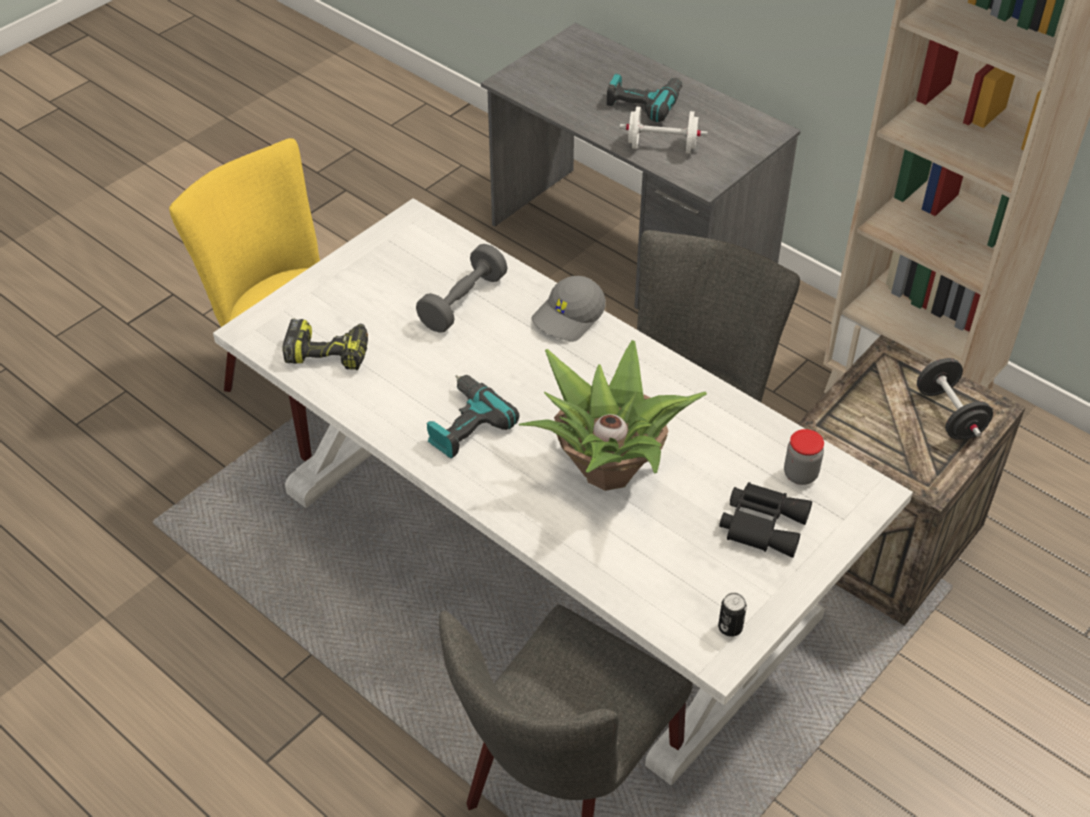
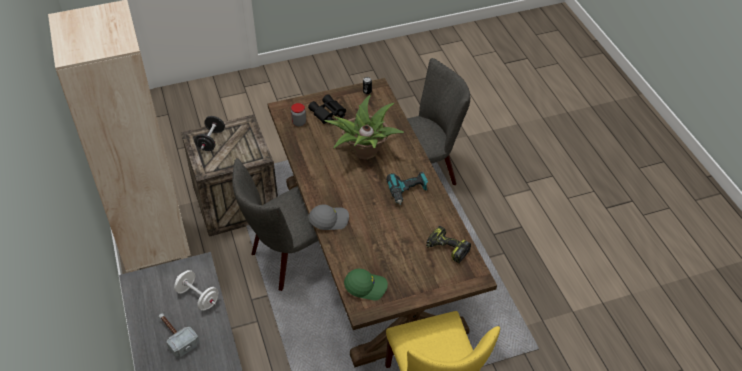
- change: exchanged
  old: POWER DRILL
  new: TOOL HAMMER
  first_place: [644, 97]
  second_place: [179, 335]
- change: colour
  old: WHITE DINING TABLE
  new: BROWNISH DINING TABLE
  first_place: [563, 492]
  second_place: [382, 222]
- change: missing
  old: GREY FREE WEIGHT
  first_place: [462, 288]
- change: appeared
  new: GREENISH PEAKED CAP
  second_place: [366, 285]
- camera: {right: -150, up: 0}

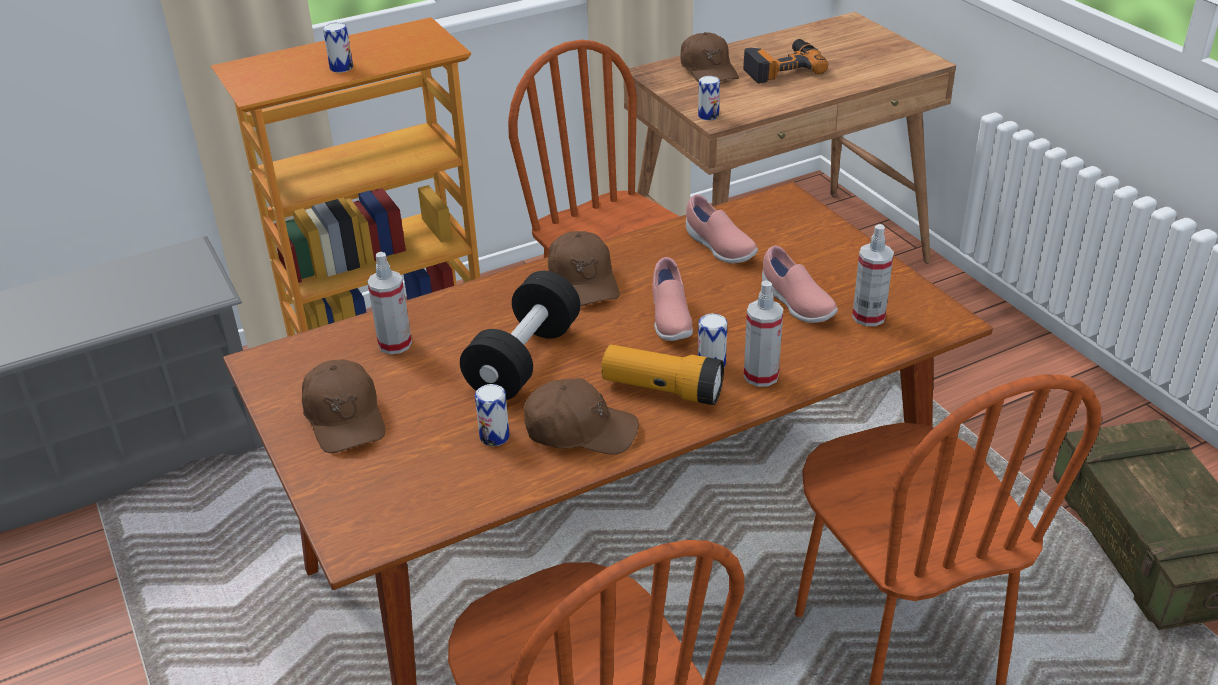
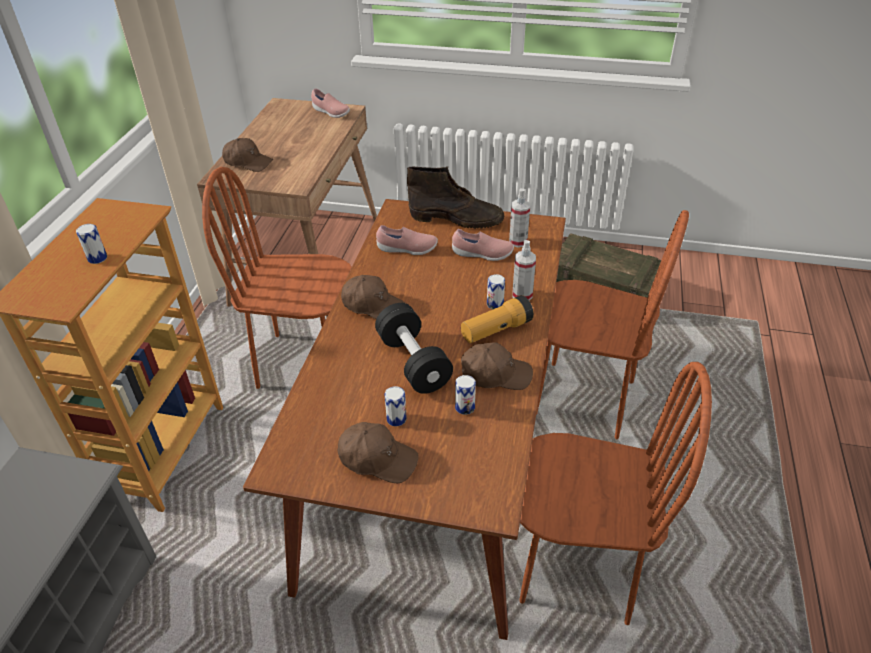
- change: missing
  old: POWER DRILL
  first_place: [785, 61]
- change: relocated
  old: SEALED CAN
  first_place: [709, 98]
  second_place: [395, 406]
- change: missing
  old: HAND SPRAYER
  first_place: [389, 303]
- change: relocated
  old: PINK-COLOURED SHOE
  first_place: [673, 299]
  second_place: [330, 103]
- change: spun
  old: BROWNISH PEAKED CAP
  first_place: [581, 416]
  second_place: [497, 366]
  degrees: 45
- change: appeared
  new: BROWNISH TALL BOOT
  second_place: [455, 197]
- camera: {right: -50, up: 5}

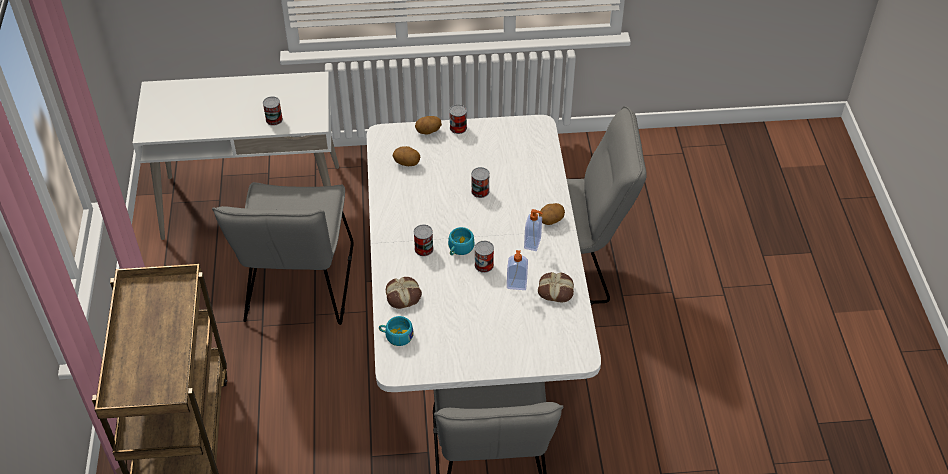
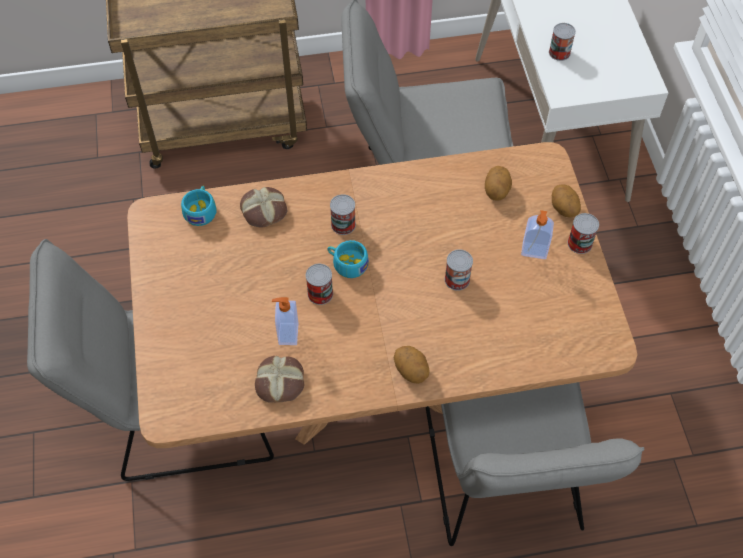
- change: colour
  old: WHITE DINING TABLE
  new: BROWNISH DINING TABLE
  first_place: [484, 253]
  second_place: [382, 295]
- change: relocated
  old: LIQUID SOAP BOTTLE
  first_place: [533, 230]
  second_place: [537, 234]
- camera: {right: 85, up: 10}

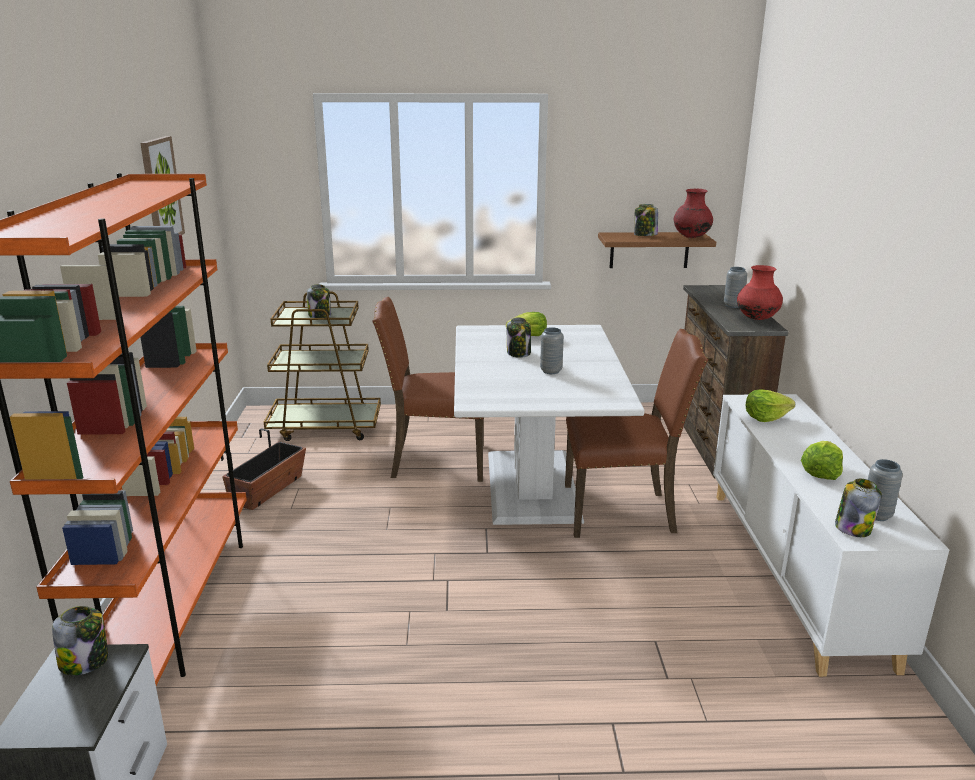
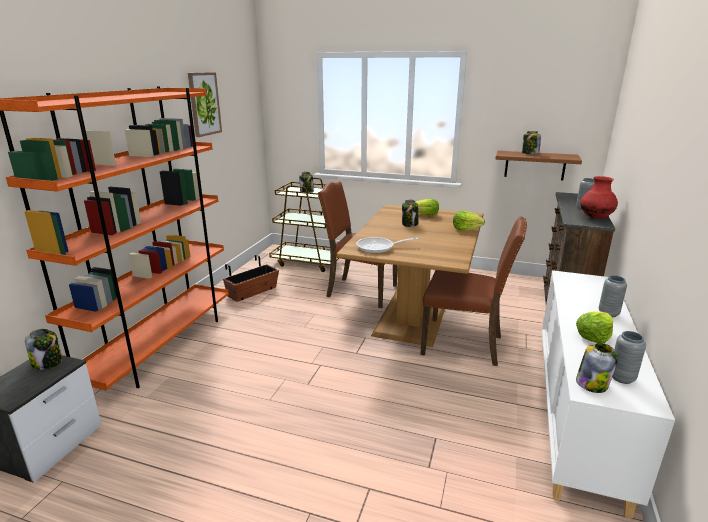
- change: missing
  old: REDDISH FLOWER VASE
  first_place: [693, 213]
- change: colour
  old: WHITE DINING TABLE
  new: BROWNISH DINING TABLE
  first_place: [549, 425]
  second_place: [410, 276]
- change: relocated
  old: GREY FLOWER VASE
  first_place: [552, 350]
  second_place: [613, 296]
- change: relocated
  old: LETTUCE
  first_place: [770, 405]
  second_place: [469, 221]
- change: appeared
  new: FRYING PAN
  second_place: [387, 245]
- camera: {right: 20, up: 0}

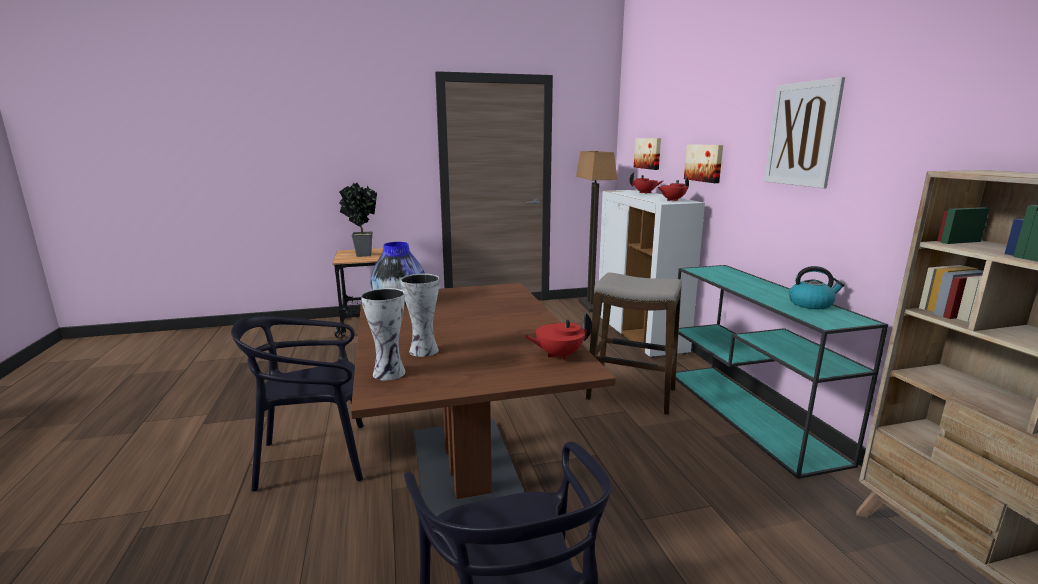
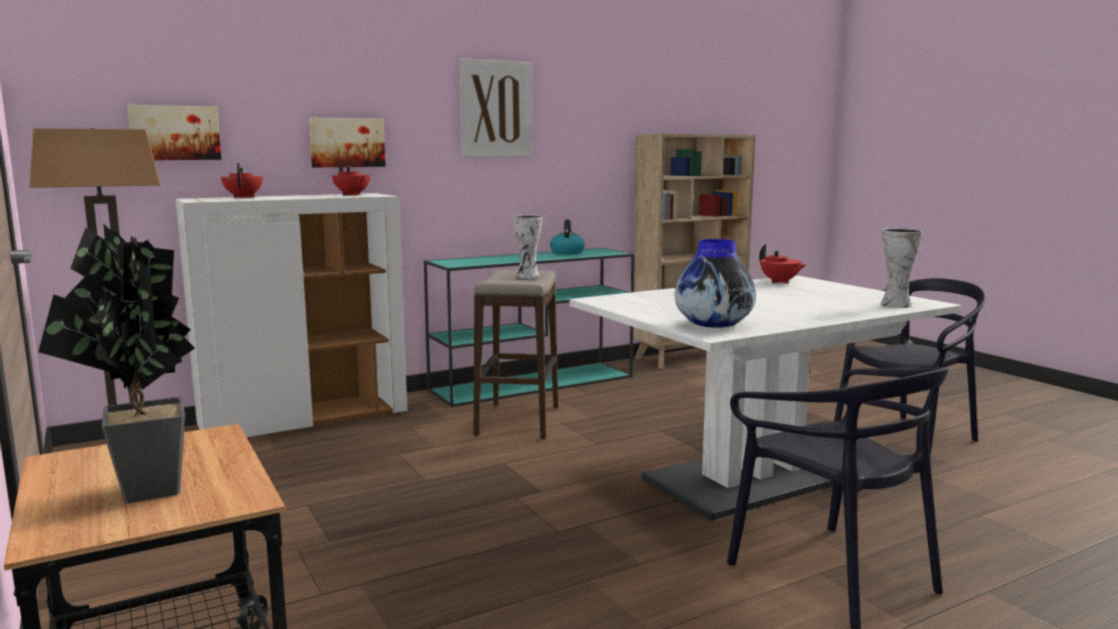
- change: relocated
  old: FLOWER VASE
  first_place: [419, 315]
  second_place: [528, 246]
- change: colour
  old: BROWNISH DINING TABLE
  new: WHITE DINING TABLE
  first_place: [483, 399]
  second_place: [765, 398]
- camera: {right: -105, up: -5}

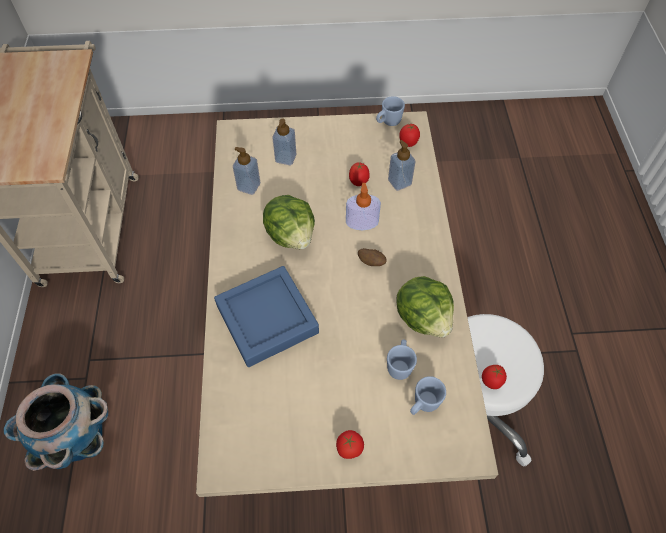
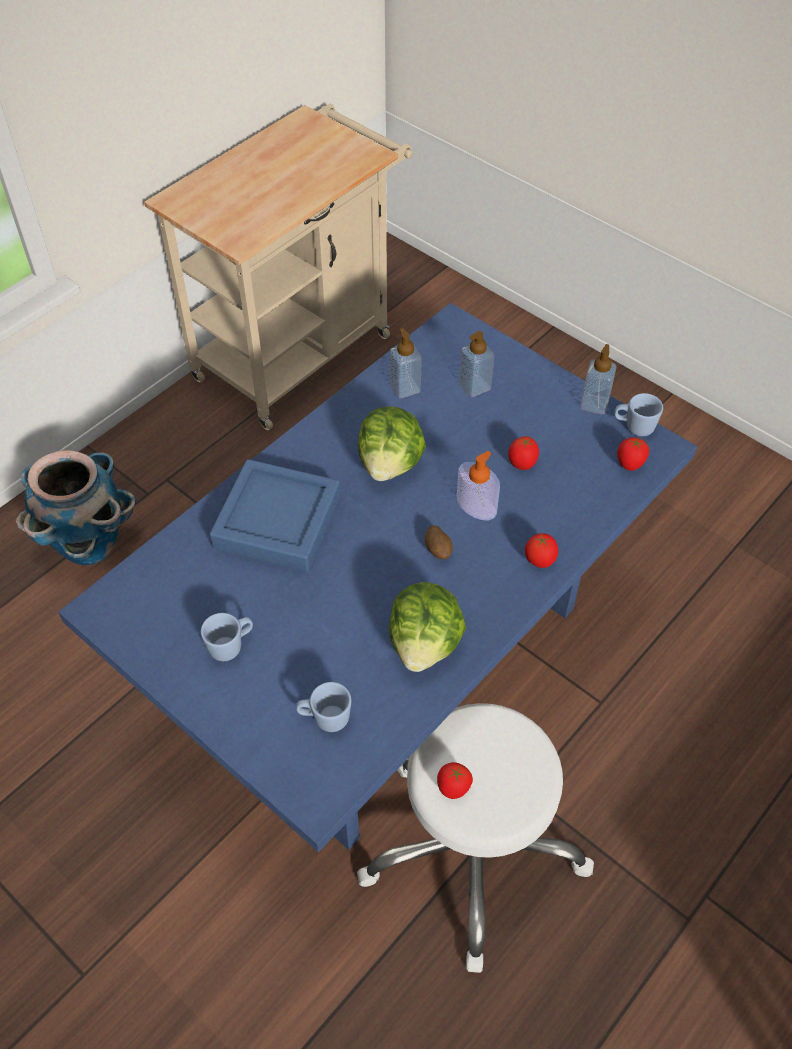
- change: colour
  old: SAND-COLOURED DINING TABLE
  new: BLUE-COLOURED DINING TABLE
  first_place: [347, 304]
  second_place: [377, 577]
- change: relocated
  old: LIQUID SOAP BOTTLE
  first_place: [401, 165]
  second_place: [598, 379]
- change: relocated
  old: BLUE-COLOURED COFFEE MUG
  first_place: [402, 360]
  second_place: [227, 637]
- change: relocated
  old: TOMATO
  first_place: [350, 444]
  second_place: [541, 550]
- camera: {right: 45, up: -5}

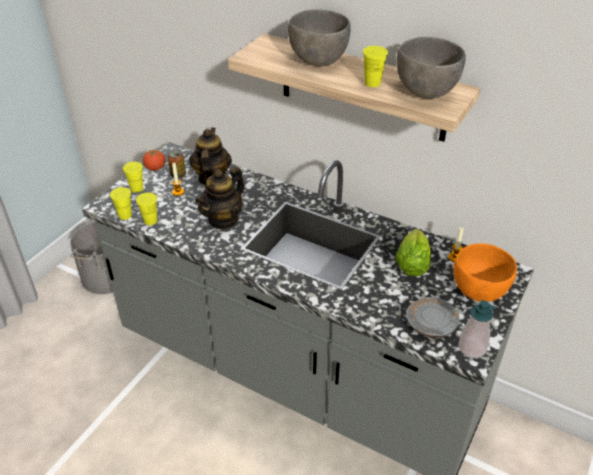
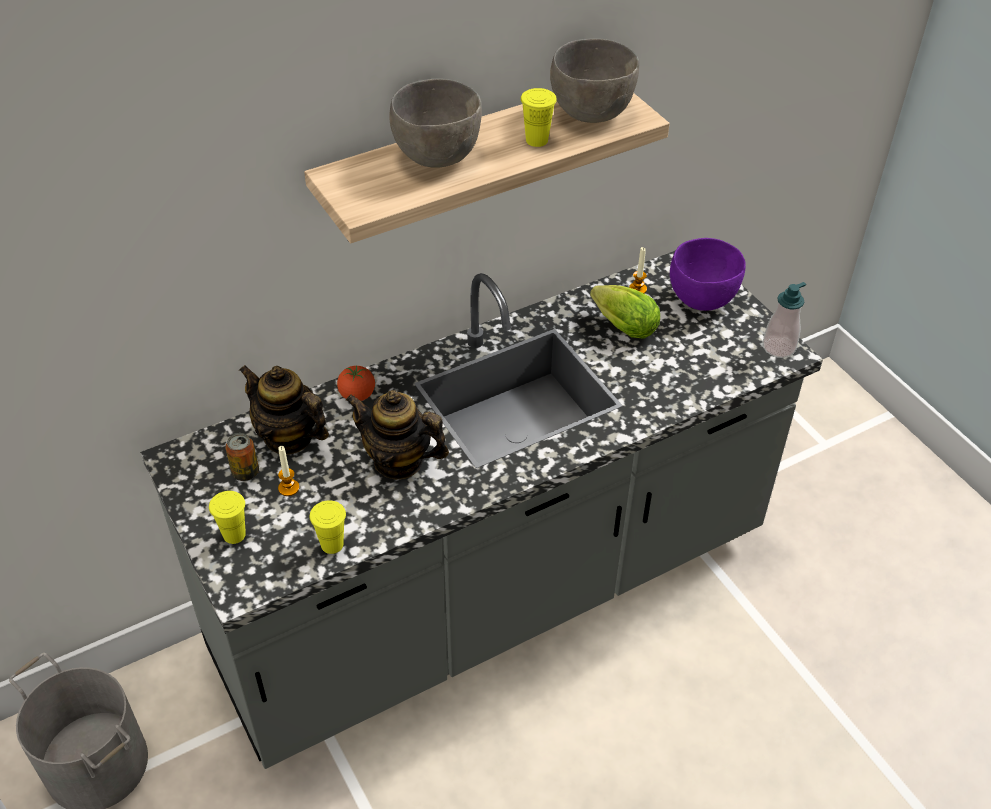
- change: relocated
  old: TOMATO
  first_place: [154, 160]
  second_place: [356, 383]
- change: spun
  old: TEAPOT
  first_place: [220, 198]
  second_place: [397, 435]
  degrees: 135
- change: missing
  old: YELLOWISH CUP
  first_place: [121, 203]
- change: colour
  old: ORANGEY DEEP DISH
  new: PURPLE-COLOURED DEEP DISH
  first_place: [485, 273]
  second_place: [708, 274]
- change: missing
  old: GREY DINNER PLATE
  first_place: [433, 317]
- camera: {right: -60, up: 5}

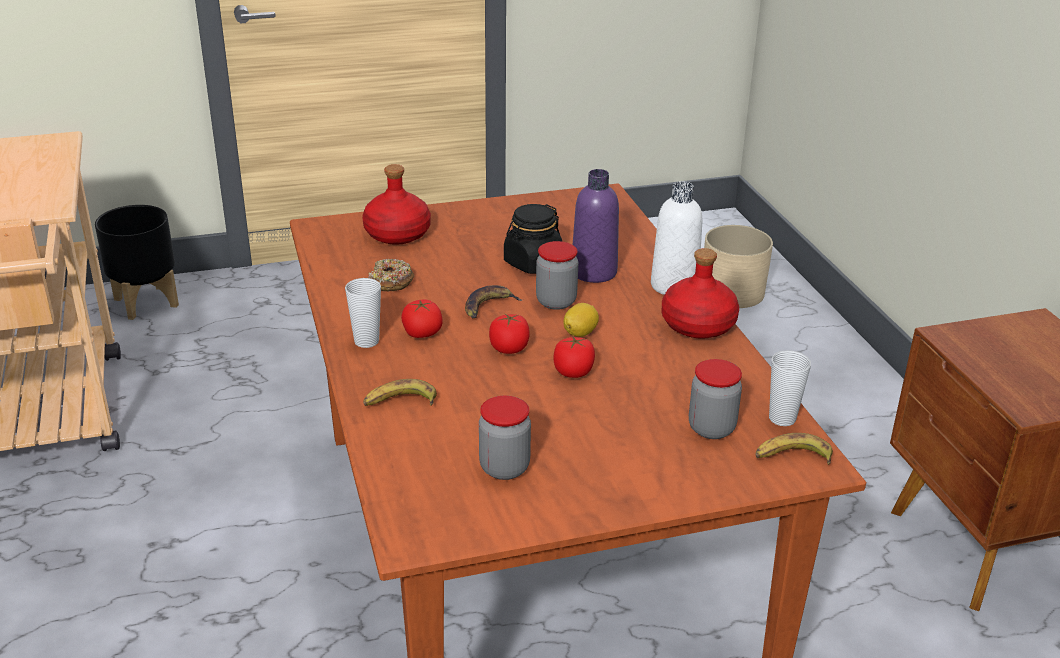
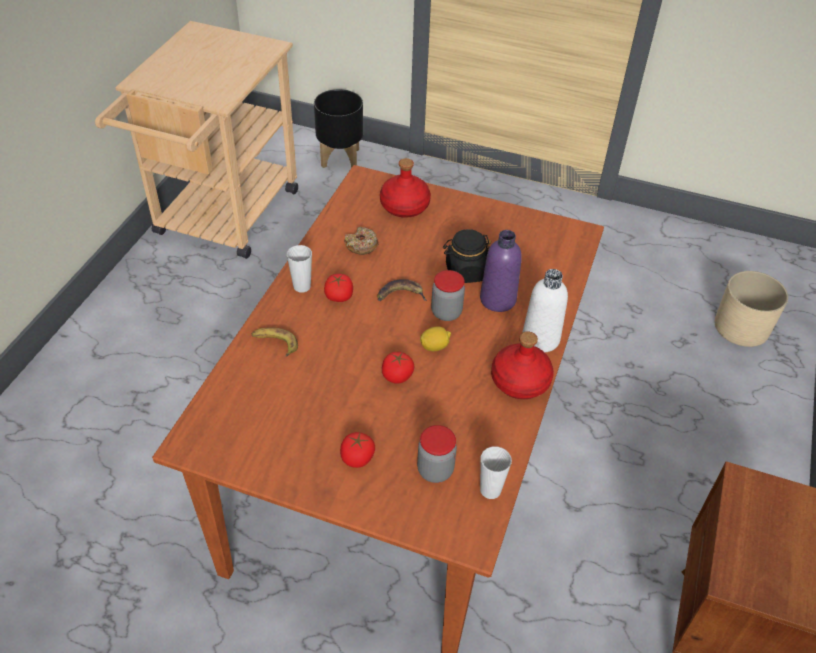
- change: relocated
  old: TOMATO
  first_place: [509, 333]
  second_place: [357, 450]
- change: missing
  old: STORAGE JAR
  first_place: [505, 438]
- change: missing
  old: BANANA FRUIT
  first_place: [794, 449]
- camera: {right: 35, up: 15}

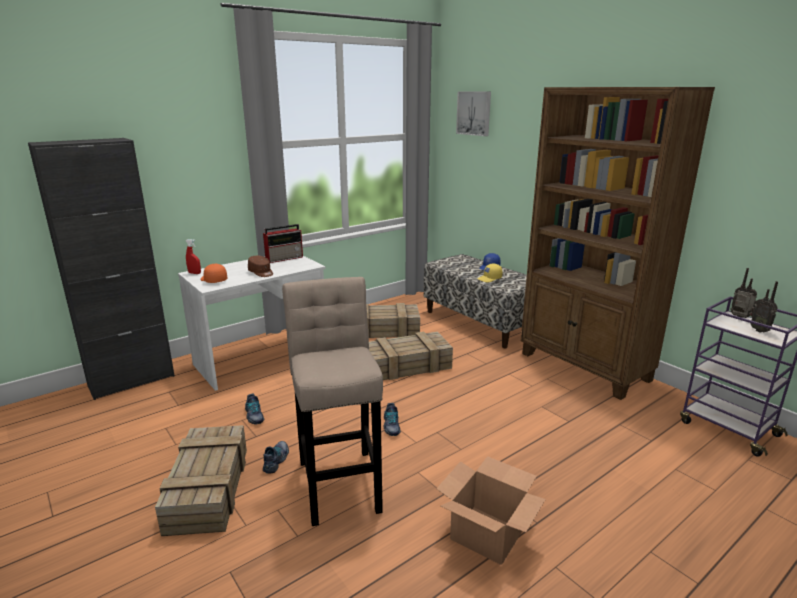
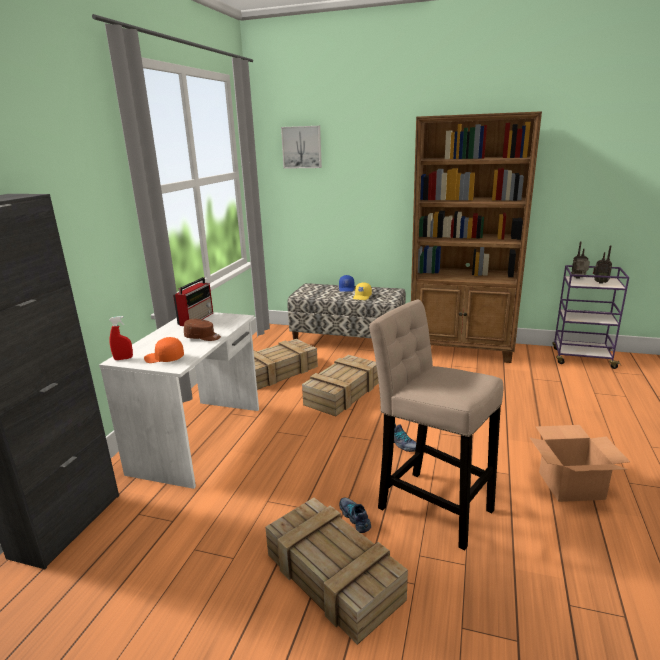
- change: missing
  old: SHOE
  first_place: [254, 409]
- camera: {right: -35, up: 0}

